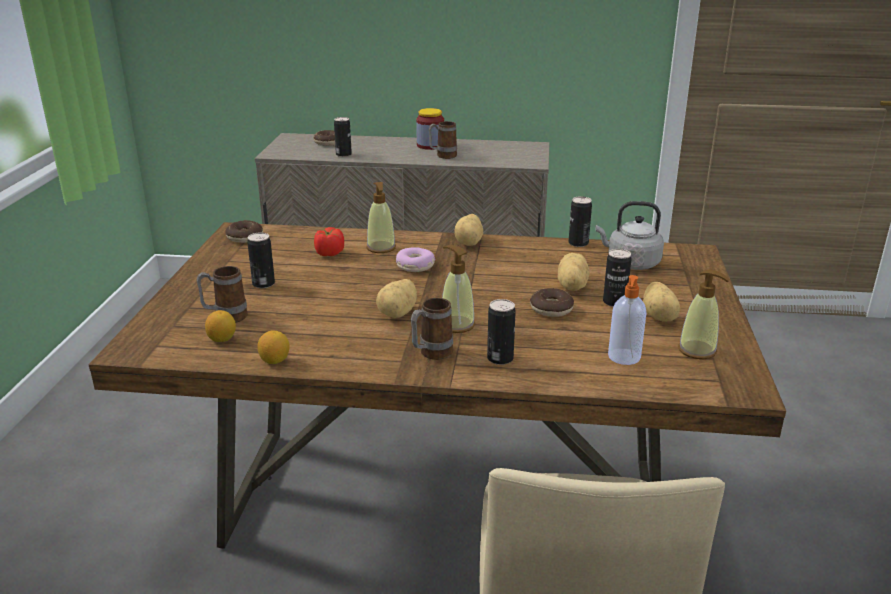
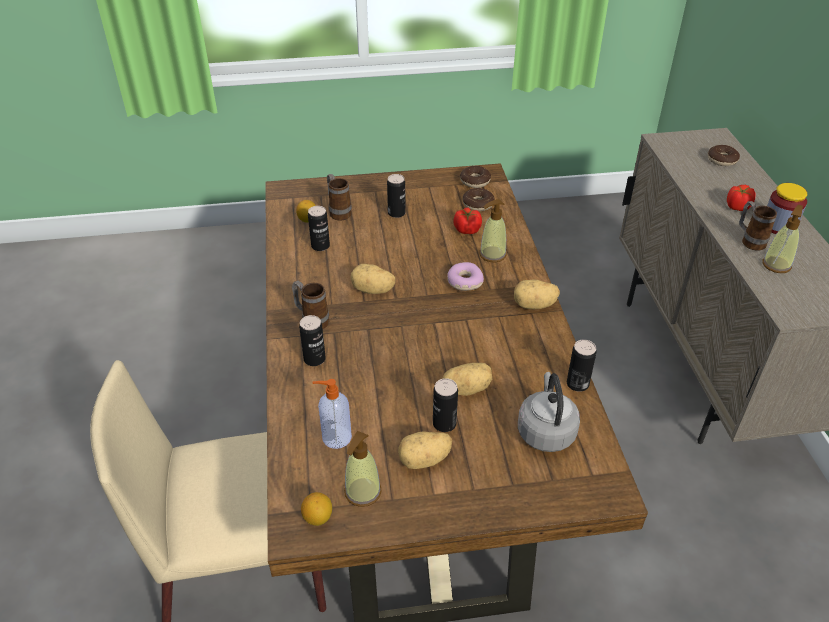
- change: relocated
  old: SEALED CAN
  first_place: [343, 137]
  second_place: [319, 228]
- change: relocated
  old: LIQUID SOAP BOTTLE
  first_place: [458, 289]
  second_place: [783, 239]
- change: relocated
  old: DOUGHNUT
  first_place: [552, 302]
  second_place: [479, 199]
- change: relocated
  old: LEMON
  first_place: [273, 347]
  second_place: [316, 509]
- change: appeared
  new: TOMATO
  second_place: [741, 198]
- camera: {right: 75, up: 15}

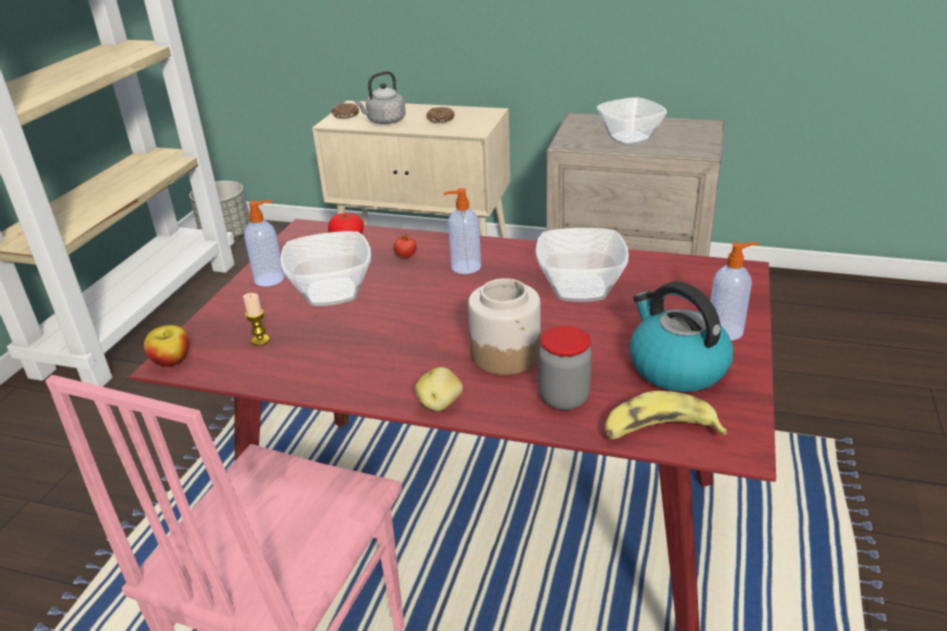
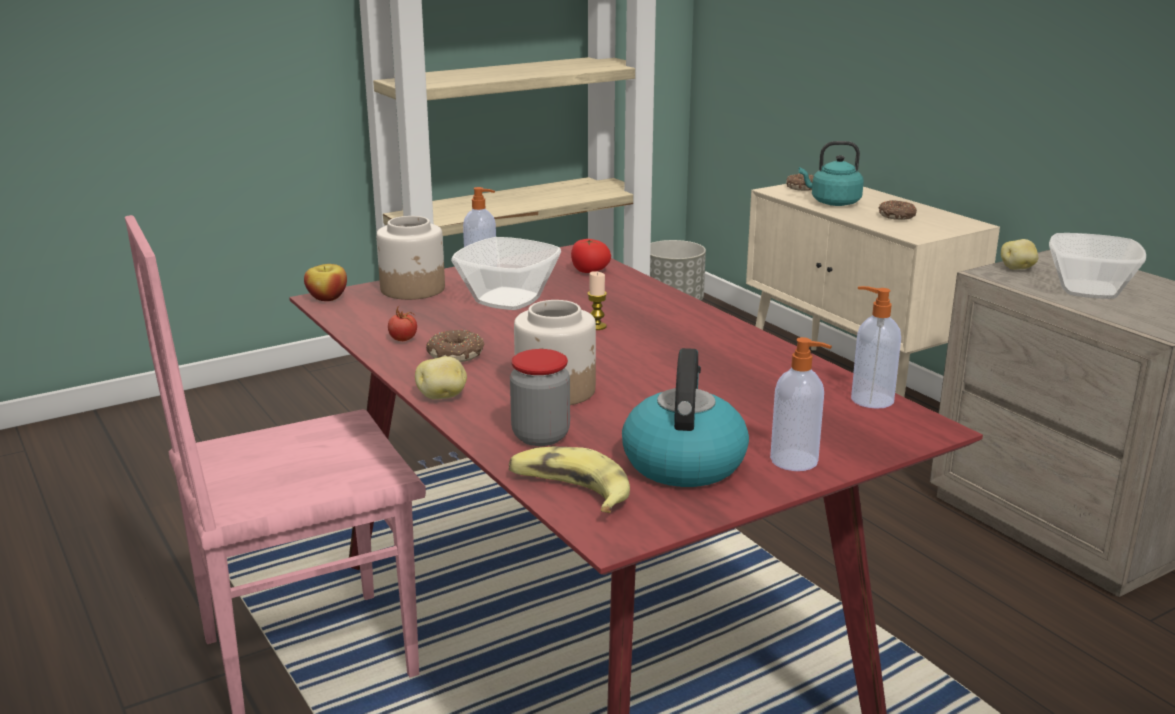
- change: colour
  old: GREY TEA KETTLE
  new: TURQUOISE-COLOURED TEA KETTLE
  first_place: [380, 97]
  second_place: [831, 173]
- change: relocated
  old: LIQUID SOAP BOTTLE
  first_place: [462, 231]
  second_place: [876, 347]
- change: missing
  old: DEEP DISH
  first_place: [582, 265]
- change: relocated
  old: TOMATO
  first_place: [405, 245]
  second_place: [402, 323]
- change: relocated
  old: WAX LIGHT
  first_place: [256, 319]
  second_place: [597, 300]
- change: appeared
  new: STORAGE JAR
  second_place: [410, 258]
- change: appeared
  new: SPUD
  second_place: [1019, 254]
- change: appeared
  new: DOUGHNUT
  second_place: [455, 345]
- camera: {right: 40, up: -10}

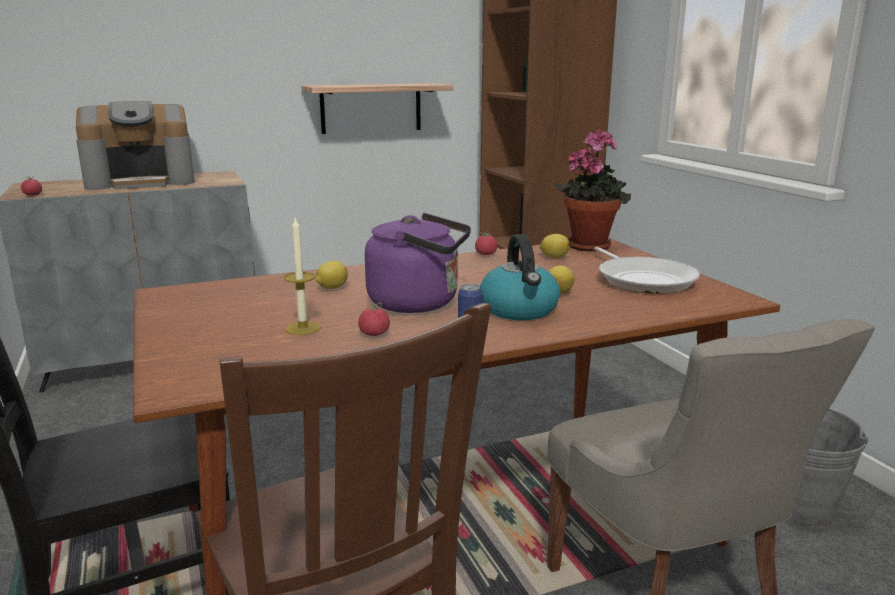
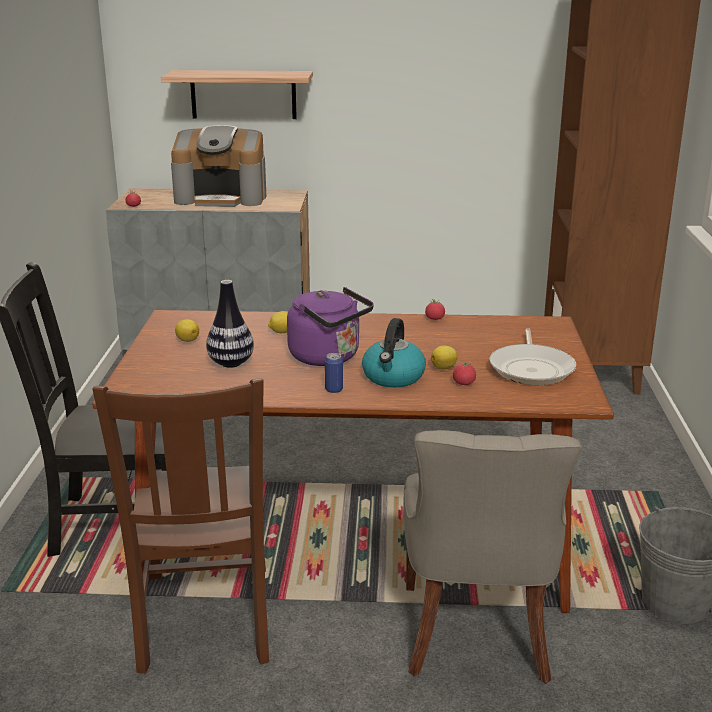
- change: relocated
  old: BRACKET SHELF
  first_place: [377, 108]
  second_place: [237, 94]
- change: missing
  old: PLANT IN A POT
  first_place: [593, 190]
- change: exchanged
  old: WAX LIGHT
  new: FLOWER VASE
  first_place: [302, 276]
  second_place: [230, 324]
- change: relocated
  old: LEMON
  first_place: [554, 246]
  second_place: [187, 330]
- change: relocated
  old: TOMATO
  first_place: [374, 319]
  second_place: [464, 373]
- camera: {right: 25, up: 5}

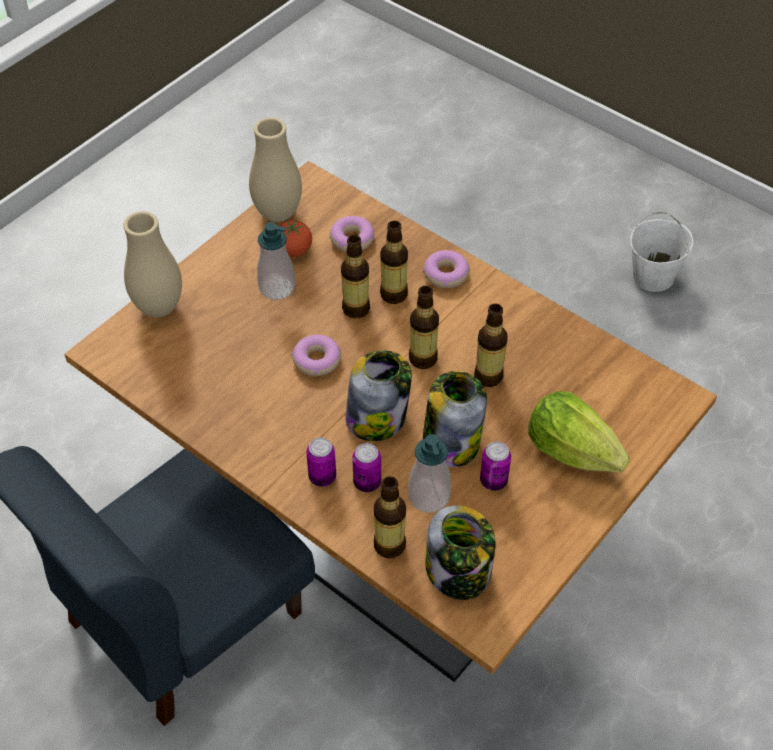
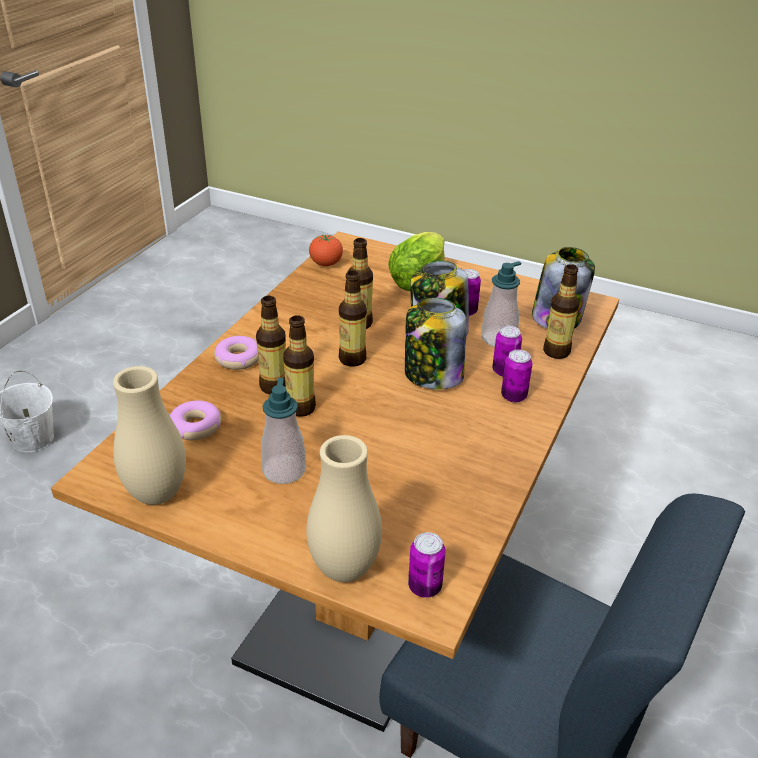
- change: relocated
  old: TOMATO
  first_place: [295, 238]
  second_place: [326, 250]
- change: missing
  old: DOUGHNUT
  first_place: [316, 355]
- change: appeared
  new: SEALED CAN
  second_place: [427, 565]
- camera: {right: -105, up: -15}

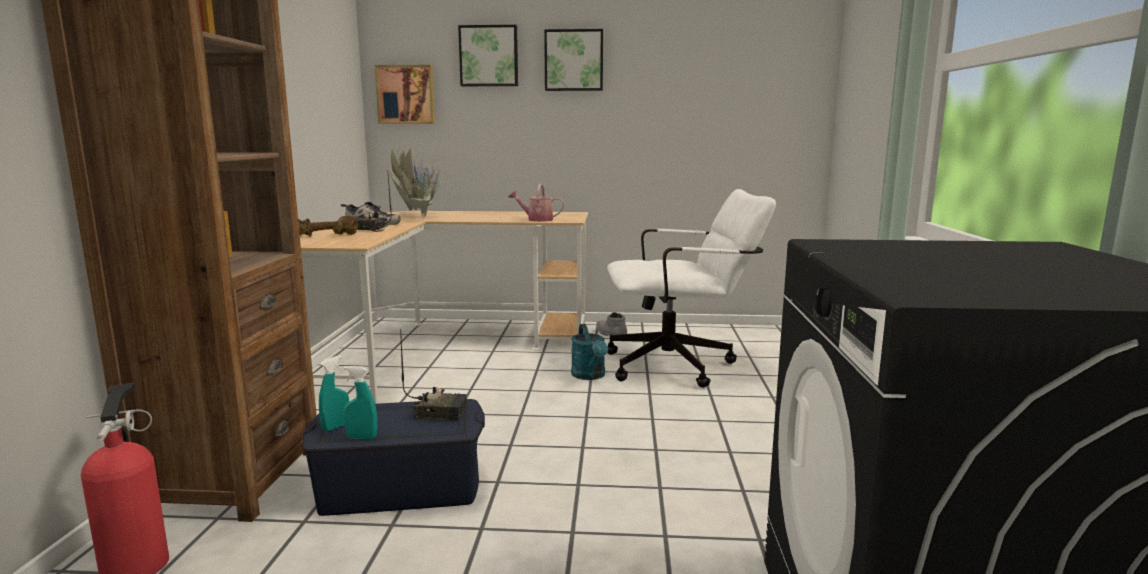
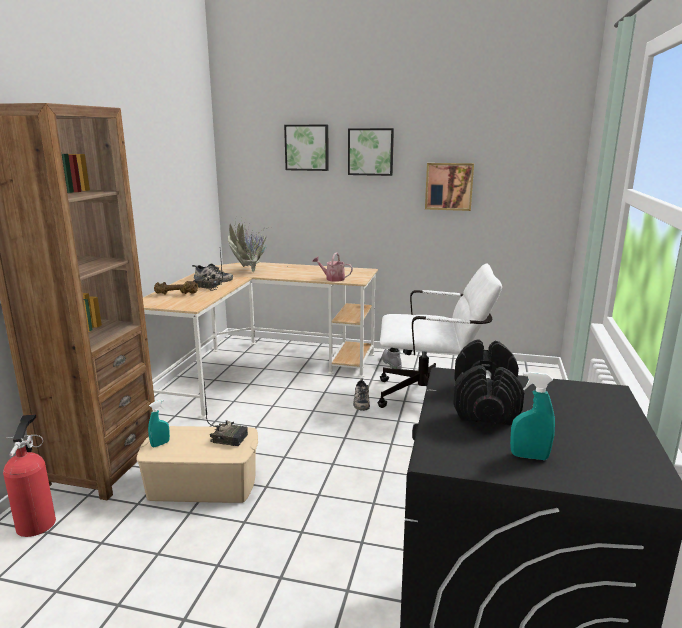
- change: relocated
  old: WALL PICTURE
  first_place: [405, 94]
  second_place: [449, 187]
- change: exchanged
  old: TURQUOISE-COLOURED WATERING CAN
  new: SHOE
  first_place: [589, 352]
  second_place: [361, 394]
- change: relocated
  old: TURQUOISE-COLOURED HAND SPRAYER
  first_place: [360, 402]
  second_place: [532, 416]
- change: colour
  old: BLUE-COLOURED STORAGE BOX
  new: SAND-COLOURED STORAGE BOX
  first_place: [393, 457]
  second_place: [197, 464]
- change: appeared
  new: BLACKISH FREE WEIGHT
  second_place: [488, 382]
- camera: {right: 10, up: 5}

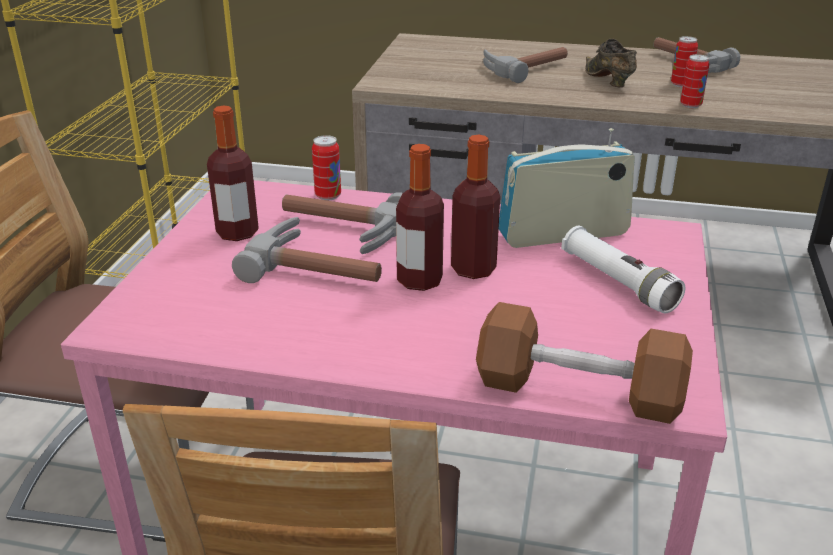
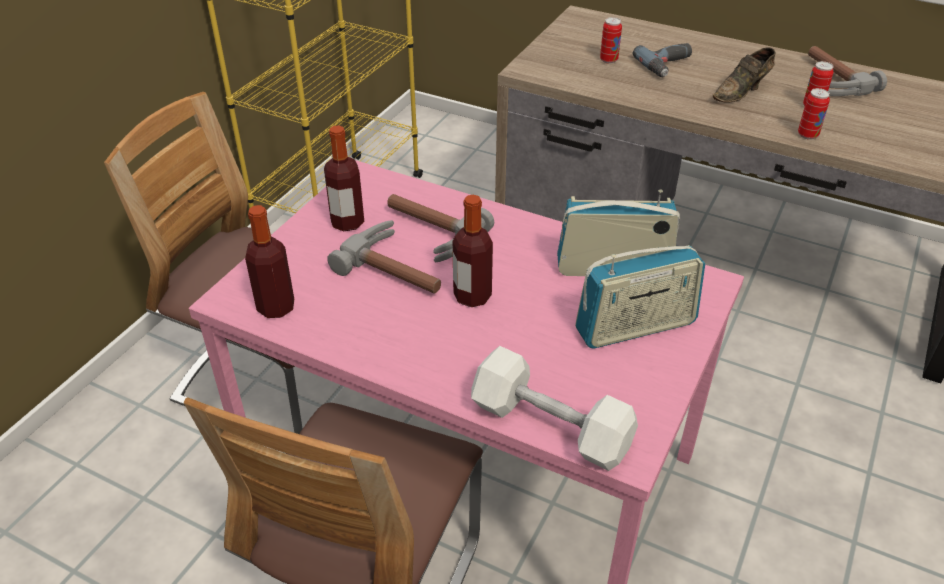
- change: spun
  old: BROWNISH SHOE
  first_place: [611, 63]
  second_place: [744, 75]
  degrees: -120
- change: exchanged
  old: TOOL HAMMER
  new: POWER DRILL
  first_place: [525, 65]
  second_place: [662, 60]
- change: relocated
  old: SEALED CAN
  first_place: [326, 168]
  second_place: [611, 40]
- change: relocated
  old: BOTTLE
  first_place: [475, 207]
  second_place: [269, 261]
- change: exchanged
  old: WHITE TORCH
  new: RADIO SET
  first_place: [623, 269]
  second_place: [640, 297]
- change: colour
  old: BROWNISH FREE WEIGHT
  new: WHITE FREE WEIGHT
  first_place: [584, 363]
  second_place: [554, 408]
- camera: {right: 15, up: 10}

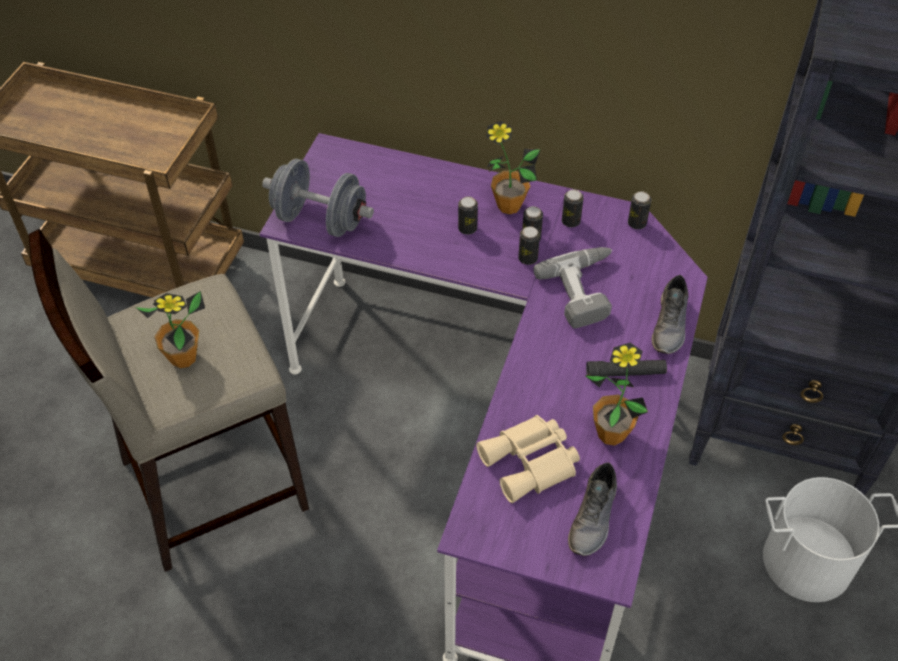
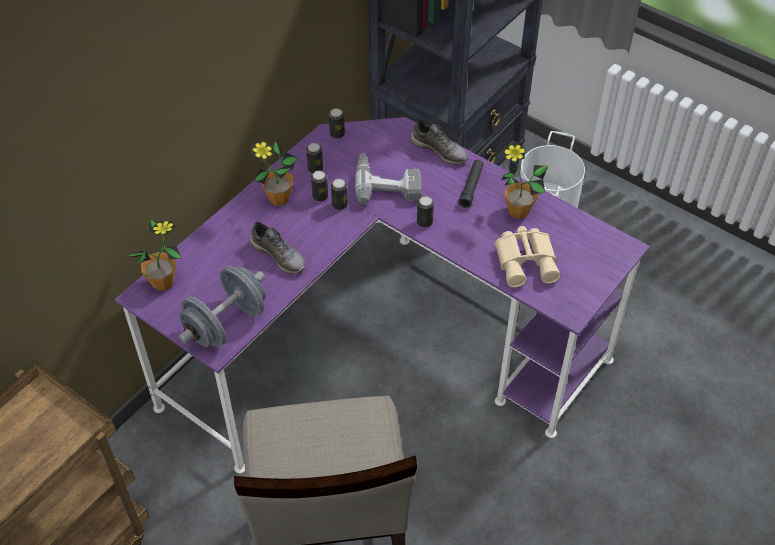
- change: relocated
  old: SEALED CAN
  first_place: [468, 216]
  second_place: [425, 212]
- change: relocated
  old: PLANT IN A POT
  first_place: [170, 329]
  second_place: [155, 255]
- change: relocated
  old: GREY SHOE
  first_place: [592, 509]
  second_place: [278, 248]
- camera: {right: -70, up: 0}

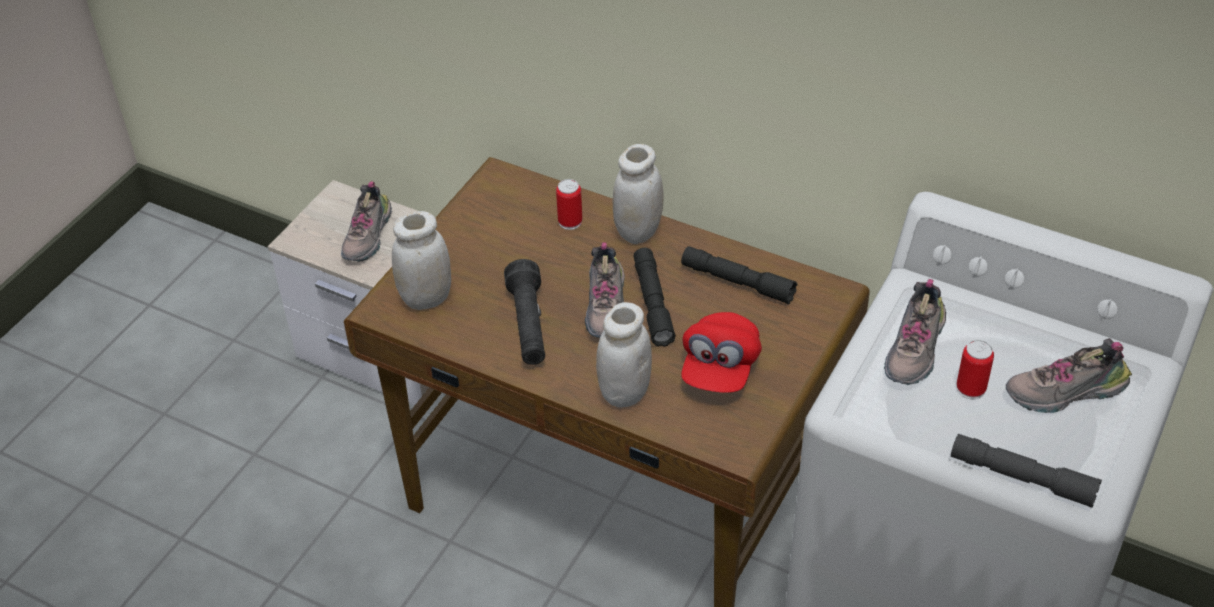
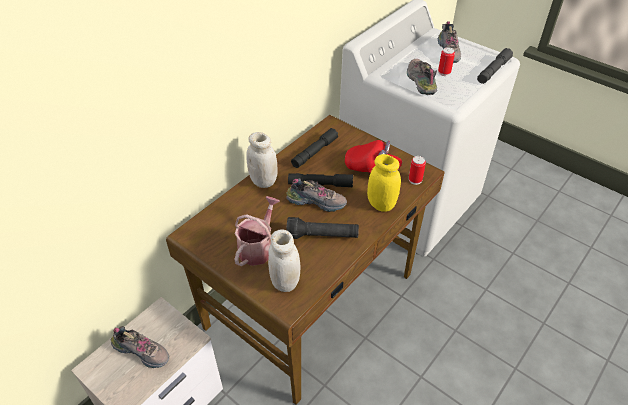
- change: relocated
  old: SEALED CAN
  first_place: [569, 204]
  second_place: [417, 170]
- change: spun
  old: SHOE
  first_place: [915, 332]
  second_place: [422, 77]
  degrees: -135
- change: colour
  old: WHITE STORAGE JAR
  new: YELLOWISH STORAGE JAR
  first_place: [624, 355]
  second_place: [384, 183]
- change: appeared
  new: WATERING CAN
  second_place: [257, 231]
- camera: {right: -80, up: 0}

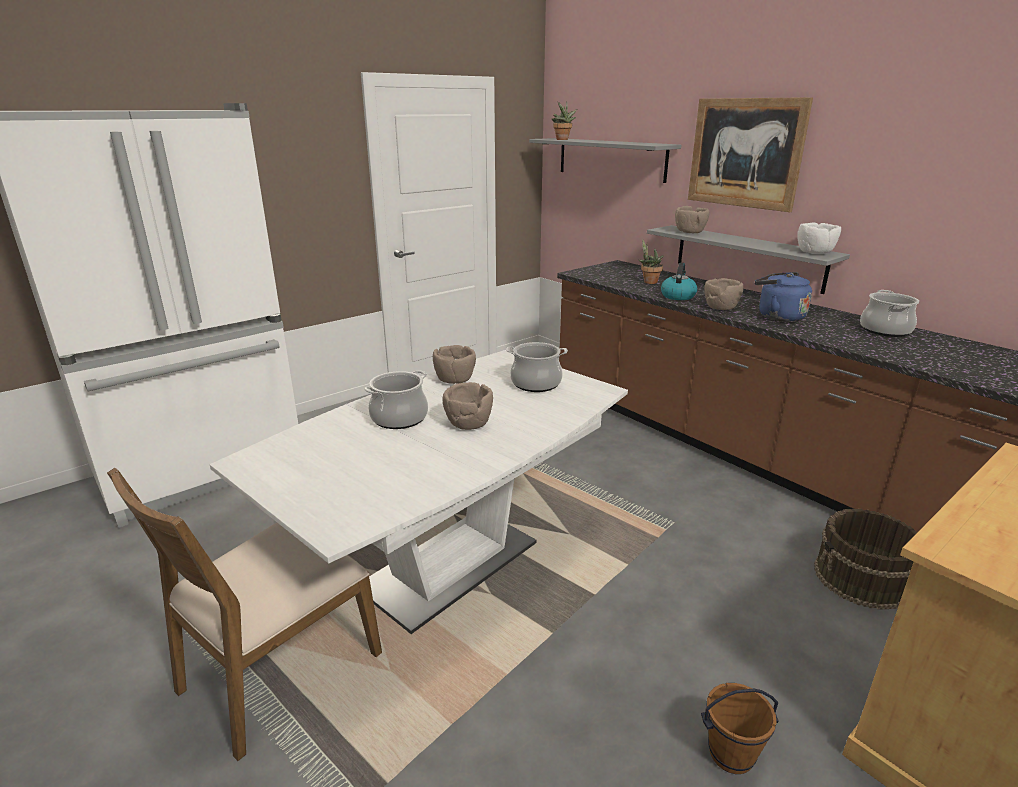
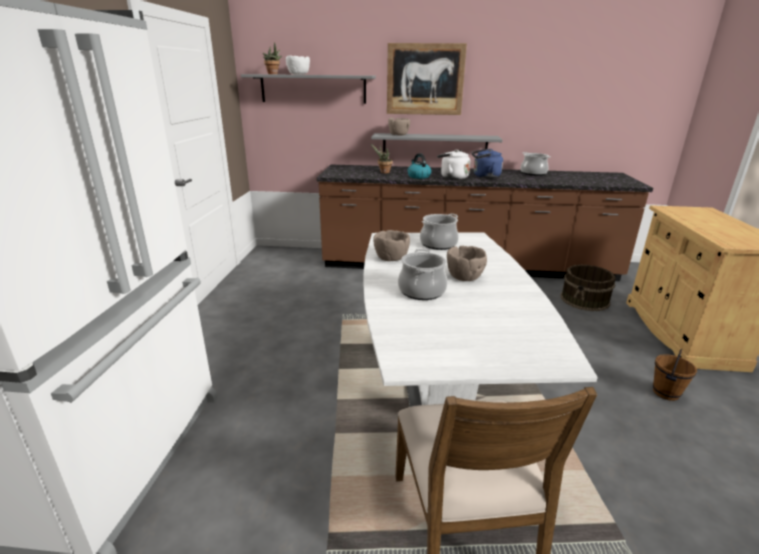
- change: relocated
  old: WHITE DEEP DISH
  first_place: [819, 238]
  second_place: [298, 65]
- change: exchanged
  old: BROWNISH DEEP DISH
  new: WHITE TEA KETTLE
  first_place: [723, 294]
  second_place: [453, 165]
- camera: {right: -45, up: 0}

